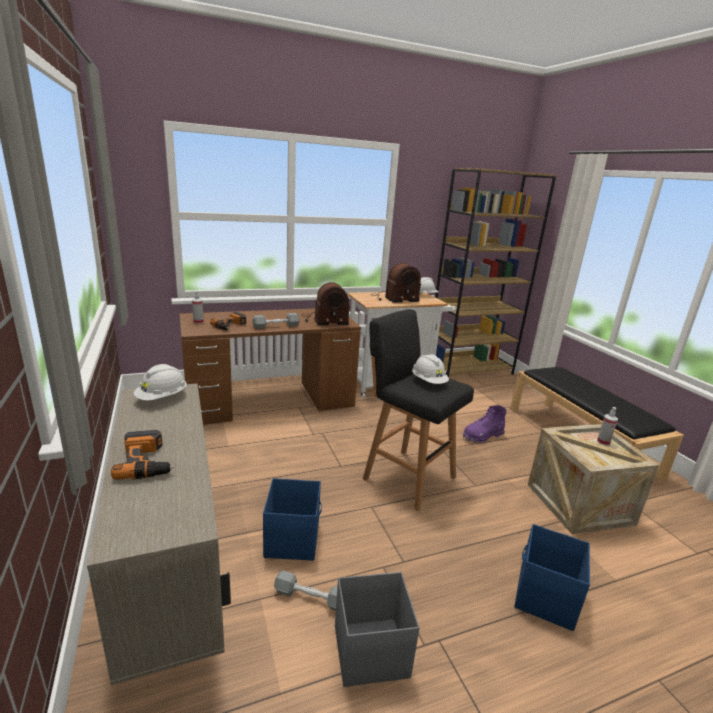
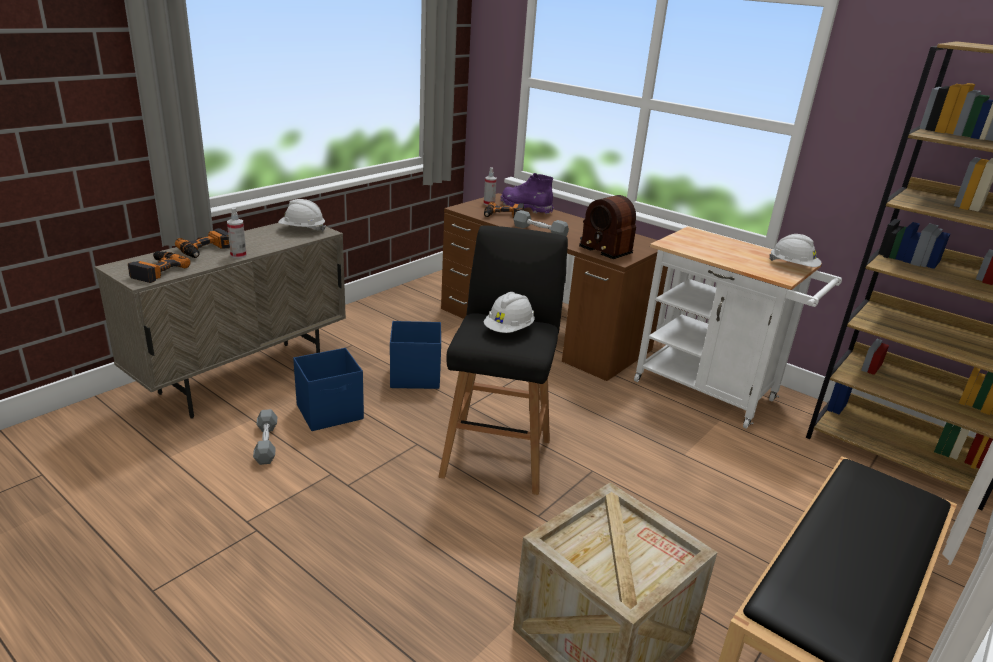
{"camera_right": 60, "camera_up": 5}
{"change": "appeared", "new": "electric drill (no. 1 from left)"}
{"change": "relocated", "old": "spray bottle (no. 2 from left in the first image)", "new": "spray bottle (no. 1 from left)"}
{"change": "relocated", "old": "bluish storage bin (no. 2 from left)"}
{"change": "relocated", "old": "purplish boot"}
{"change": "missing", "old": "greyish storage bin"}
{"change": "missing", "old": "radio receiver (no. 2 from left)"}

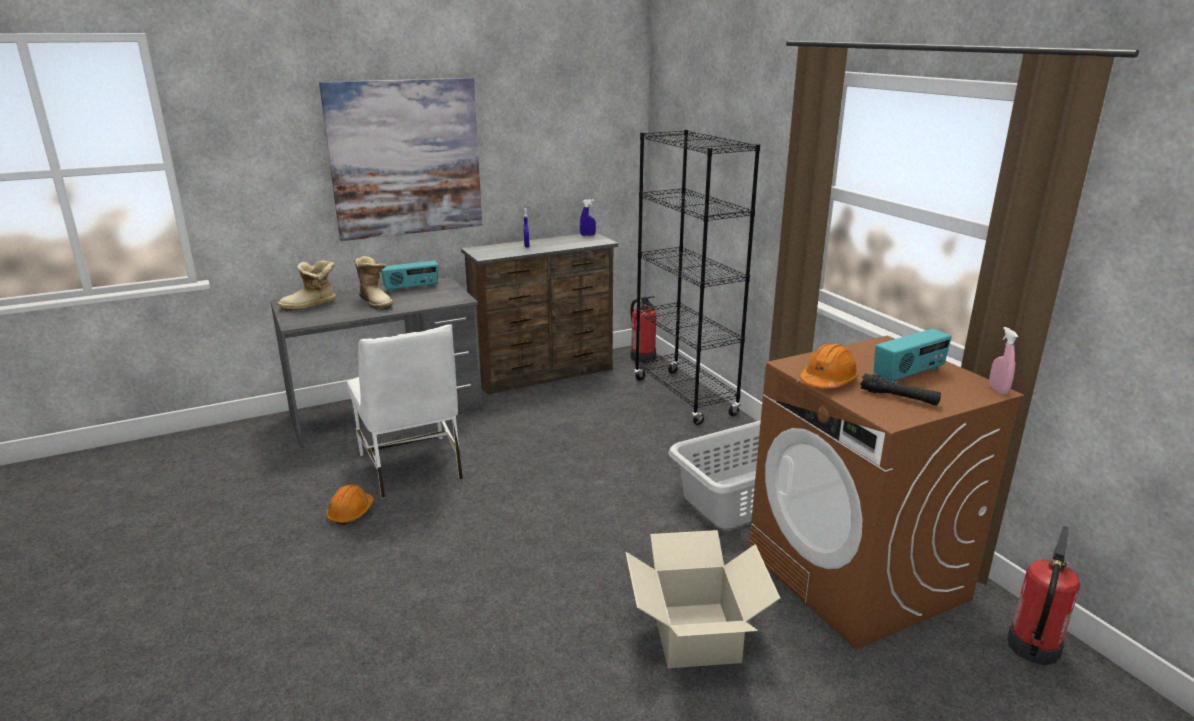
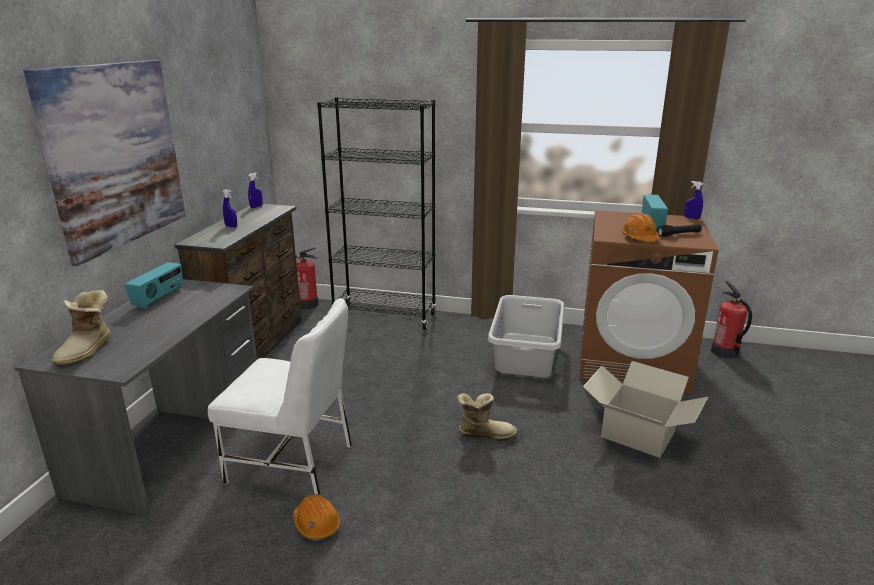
{"camera_right": -50, "camera_up": 0}
{"change": "relocated", "old": "boot (no. 2 from left)"}
{"change": "colour", "old": "pink-coloured spray bottle", "new": "bluish spray bottle (no. 3 from left)"}

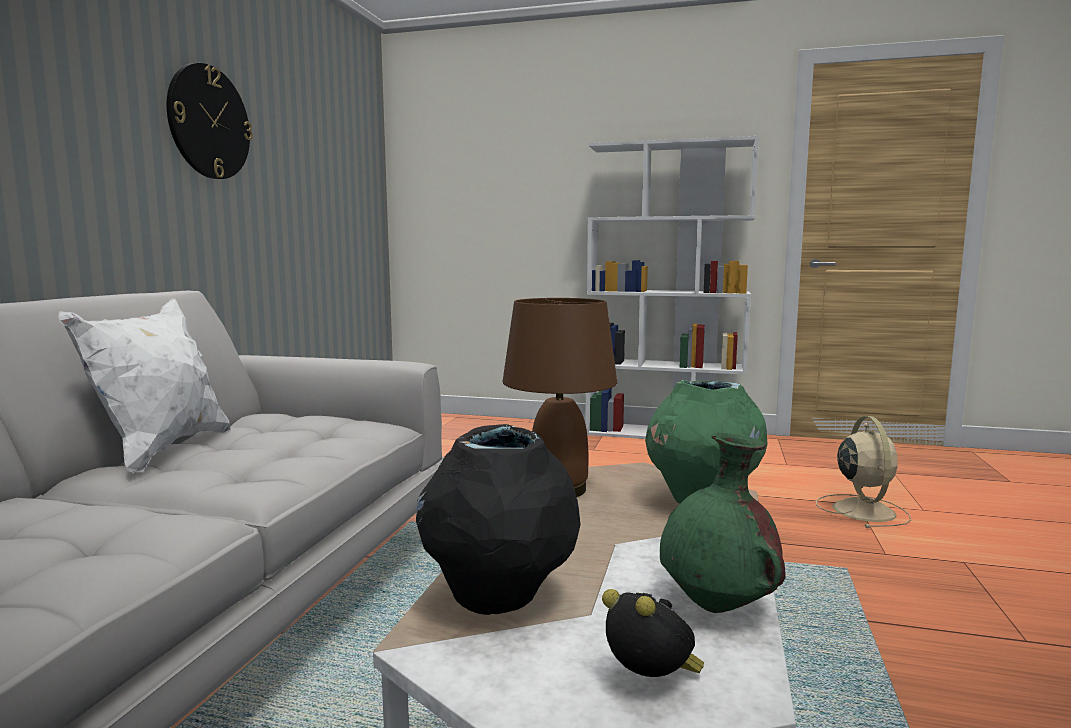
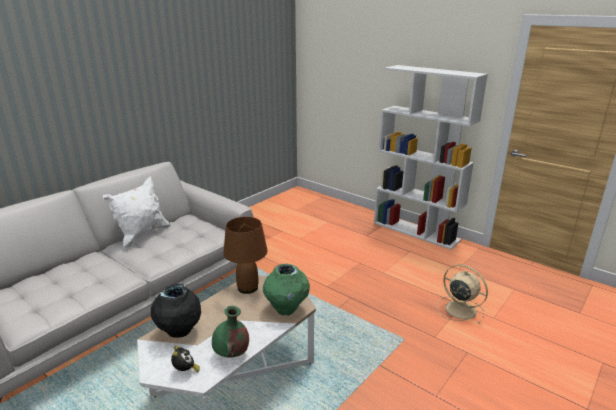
{"camera_right": 25, "camera_up": 15}
{"change": "spun", "old": "beige electric fan", "degrees": -75}
{"change": "missing", "old": "hanging clock"}

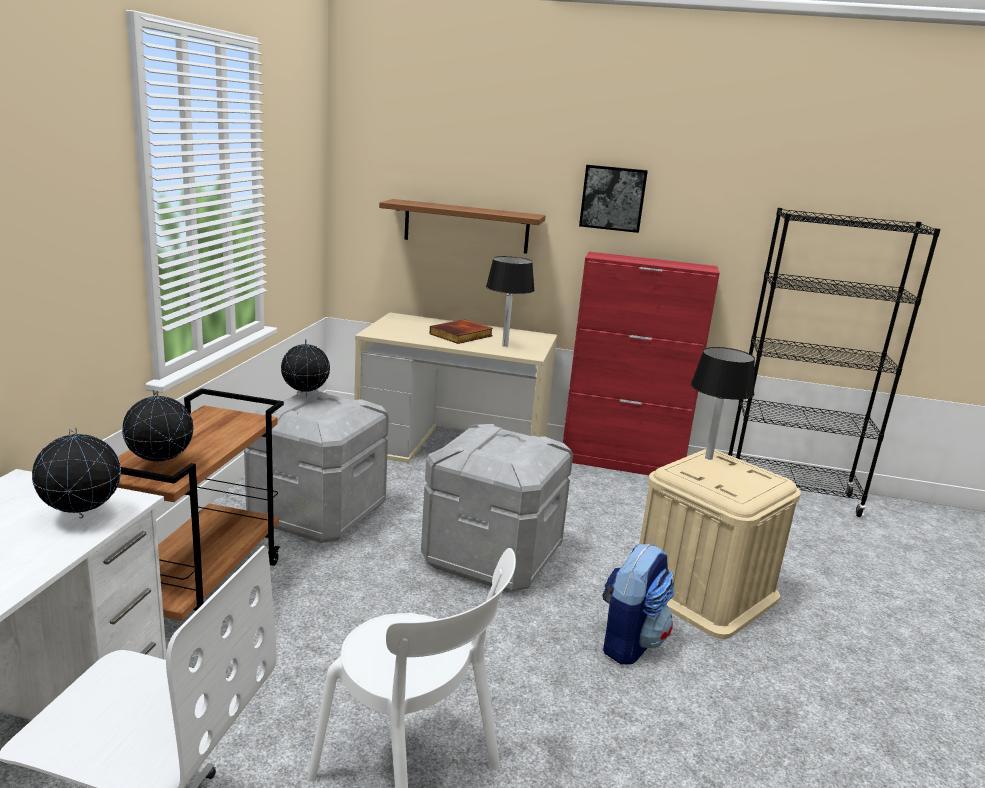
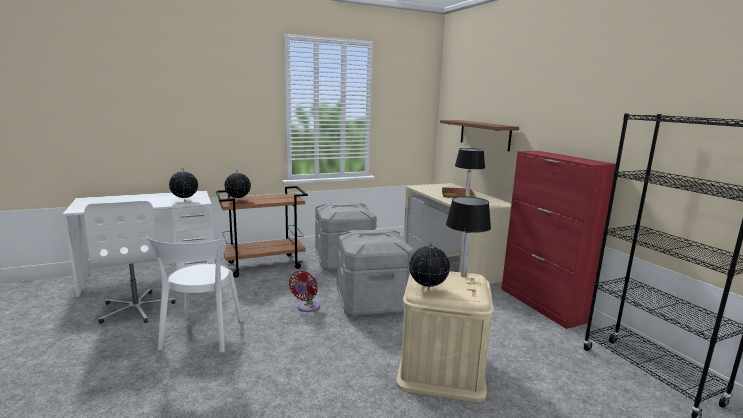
{"camera_right": 55, "camera_up": -5}
{"change": "appeared", "new": "red electric fan"}
{"change": "relocated", "old": "world globe (no. 3 from left)"}
{"change": "missing", "old": "picture"}
{"change": "missing", "old": "backpack"}

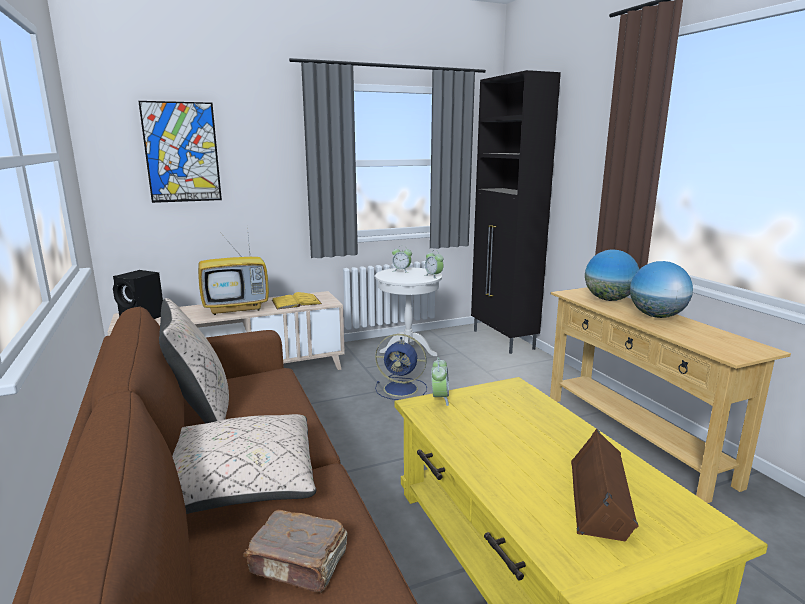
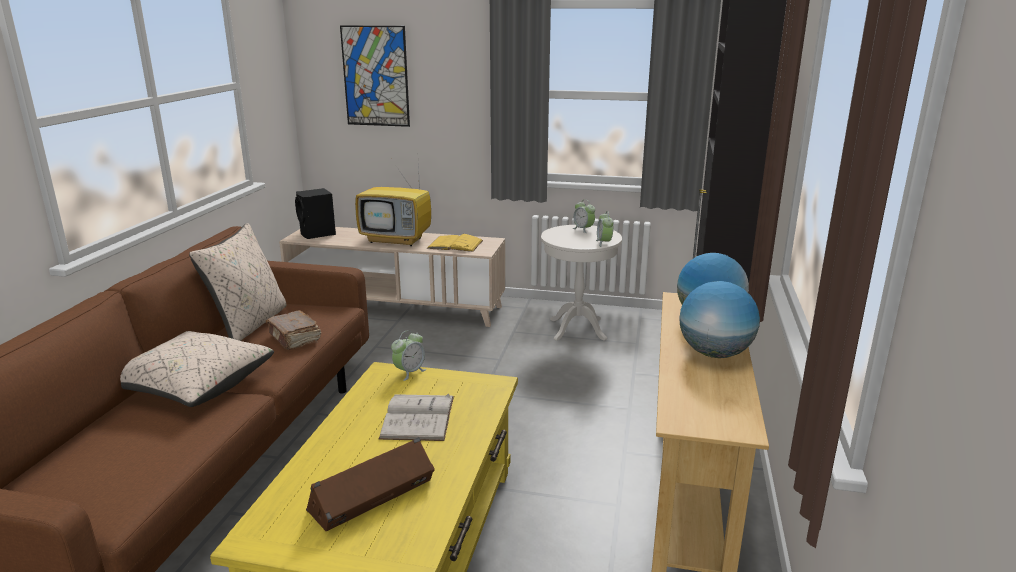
{"camera_right": 35, "camera_up": 5}
{"change": "relocated", "old": "brownish bound book"}
{"change": "appeared", "new": "white-coloured bound book"}
{"change": "missing", "old": "bluish electric fan"}

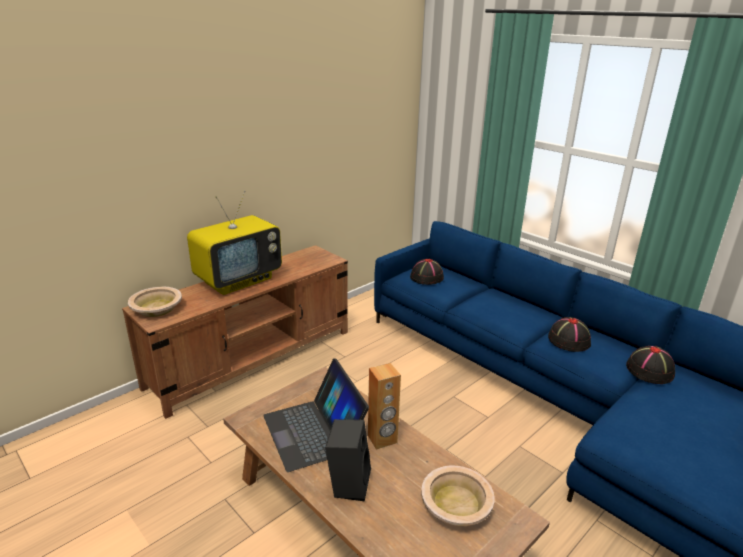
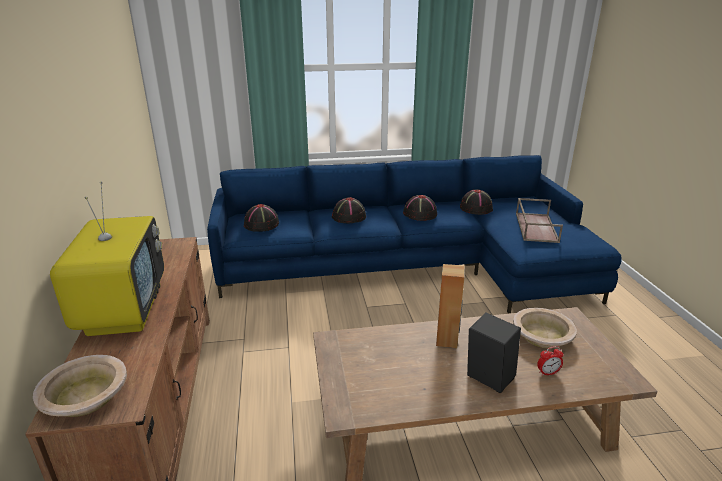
{"camera_right": -55, "camera_up": 0}
{"change": "appeared", "new": "black-coloured clothing hat (no. 2 from left)"}
{"change": "appeared", "new": "brownish carrying tray"}
{"change": "appeared", "new": "bedside clock"}
{"change": "missing", "old": "portable computer"}

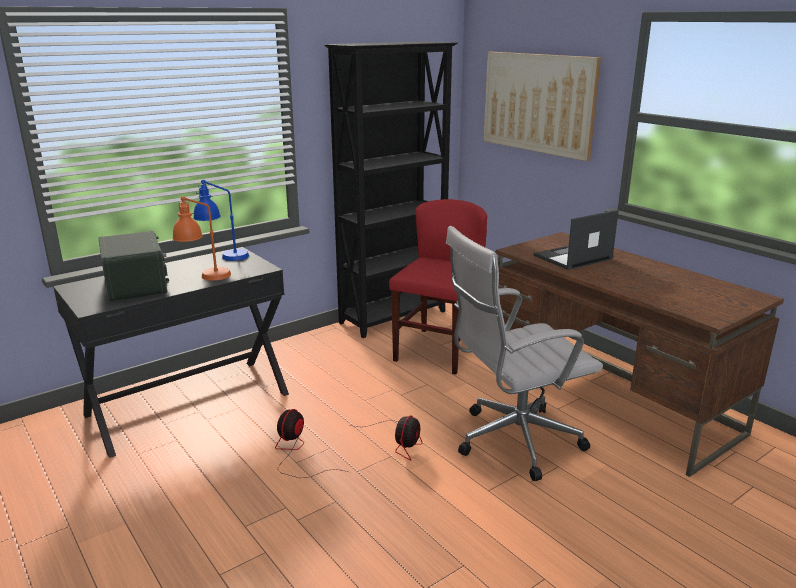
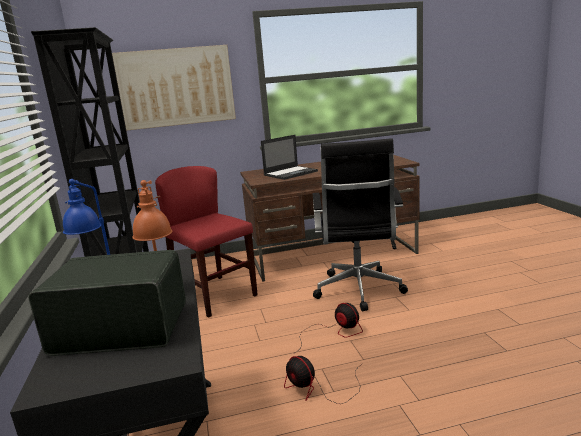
{"camera_right": -65, "camera_up": -5}
{"change": "spun", "old": "portable computer", "degrees": -120}
{"change": "colour", "old": "white-coloured office chair", "new": "black-coloured office chair"}

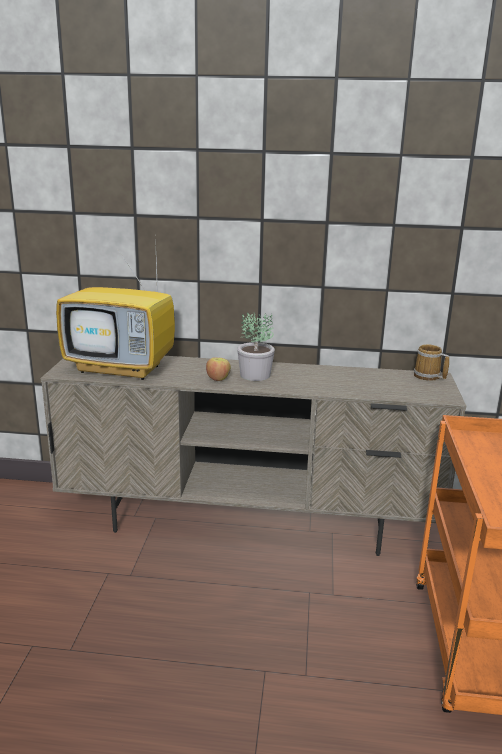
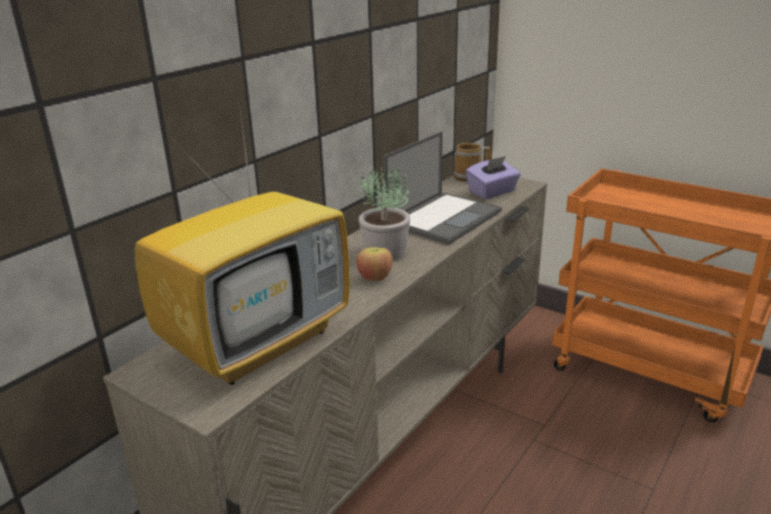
{"camera_right": -60, "camera_up": 5}
{"change": "appeared", "new": "portable computer"}
{"change": "appeared", "new": "purplish tissue box"}

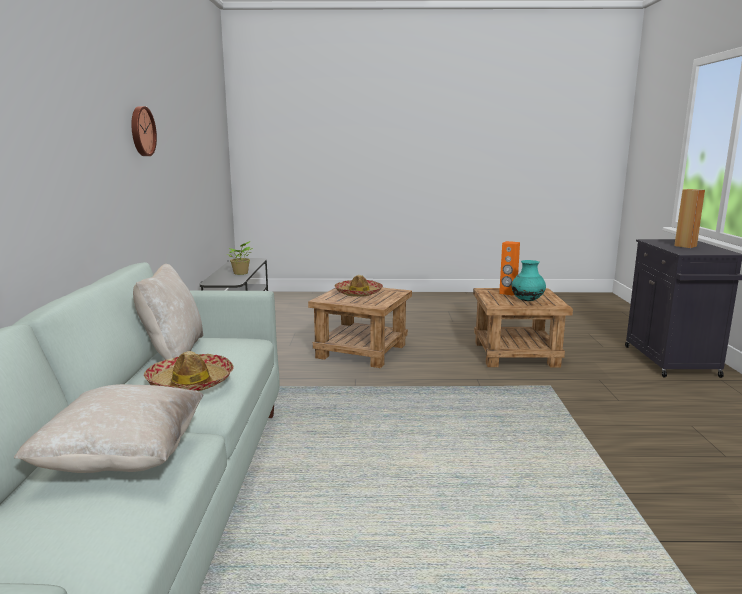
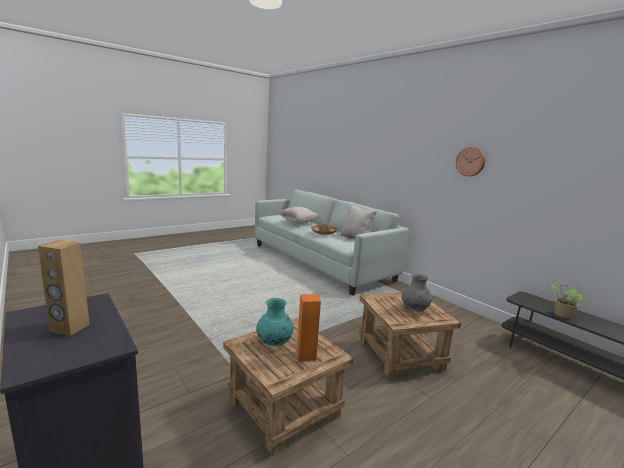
{"camera_right": 140, "camera_up": 0}
{"change": "exchanged", "old": "clothing hat (no. 2 from left)", "new": "greyish decorative vase"}

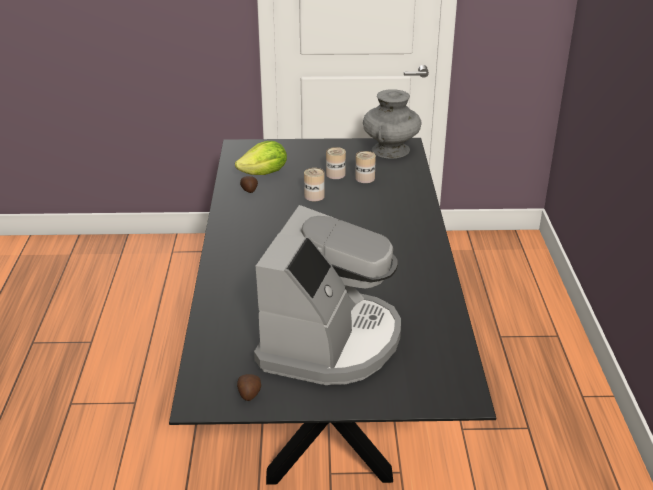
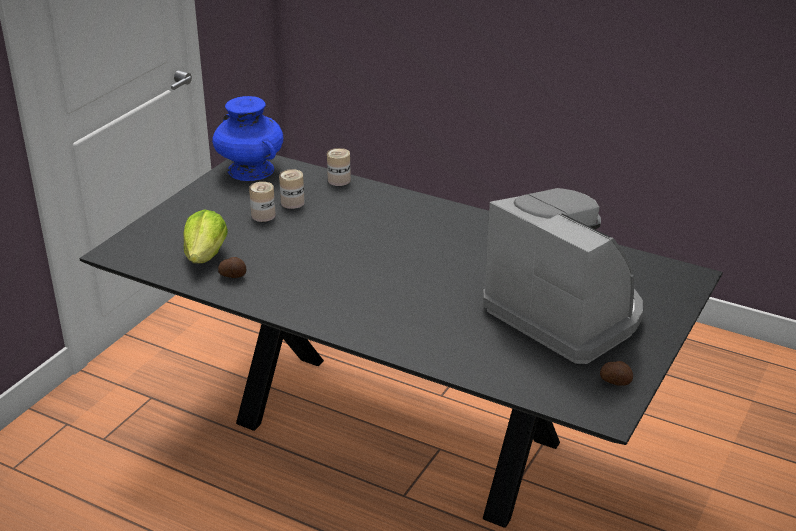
{"camera_right": -60, "camera_up": 0}
{"change": "colour", "old": "greyish decorative vase", "new": "bluish decorative vase"}
{"change": "relocated", "old": "sealed can (no. 1 from left in the first image)", "new": "sealed can (no. 3 from left)"}

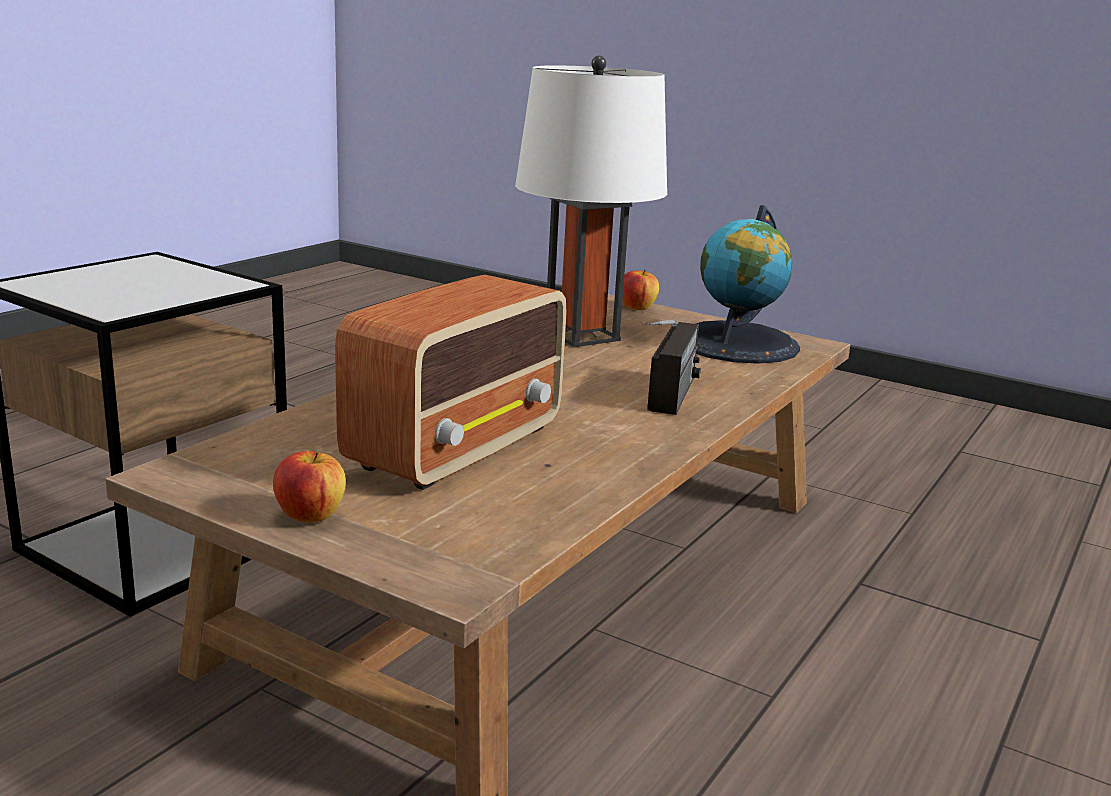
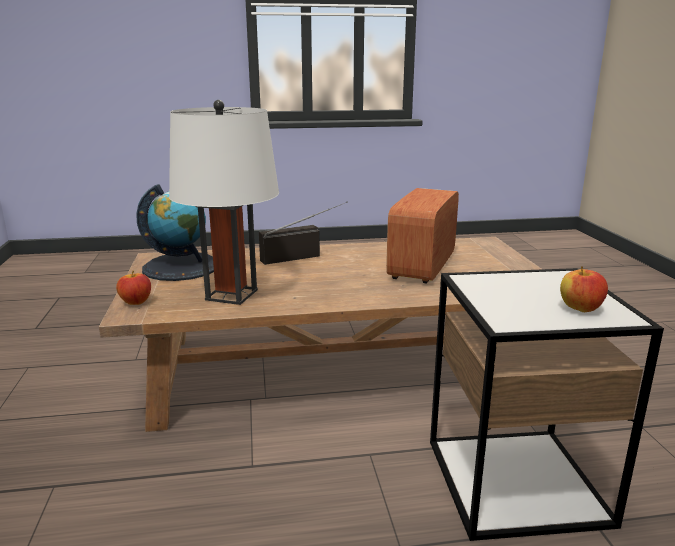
{"camera_right": -130, "camera_up": 0}
{"change": "spun", "old": "radio receiver (no. 1 from left in the first image)", "degrees": -60}
{"change": "relocated", "old": "apple (no. 1 from left in the first image)", "new": "apple (no. 2 from left)"}

